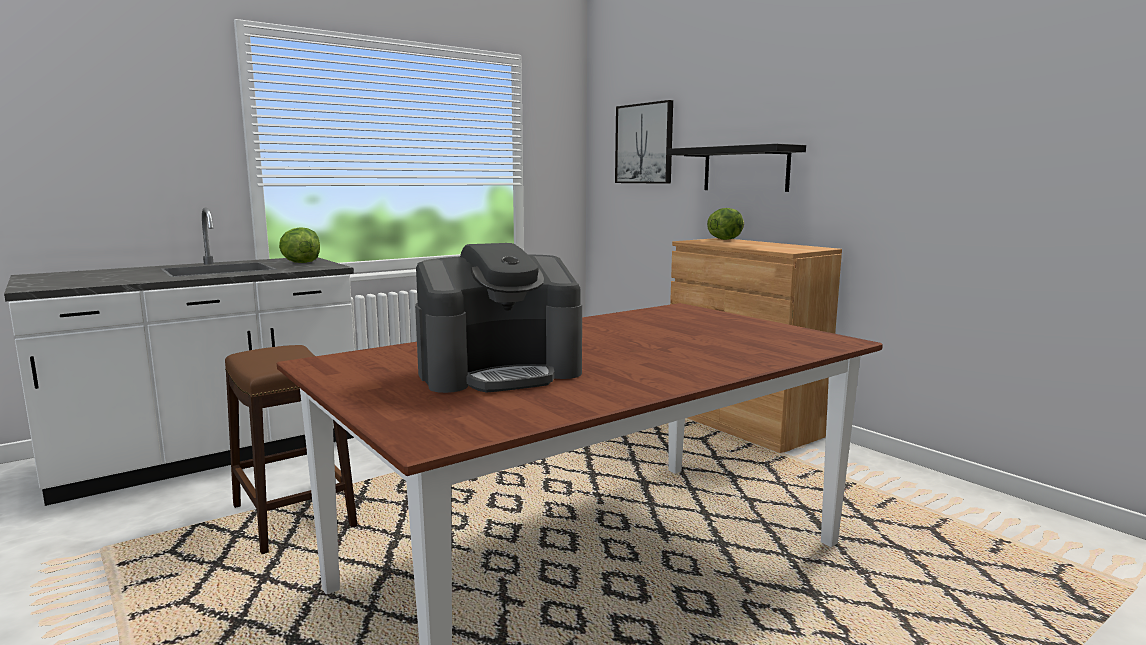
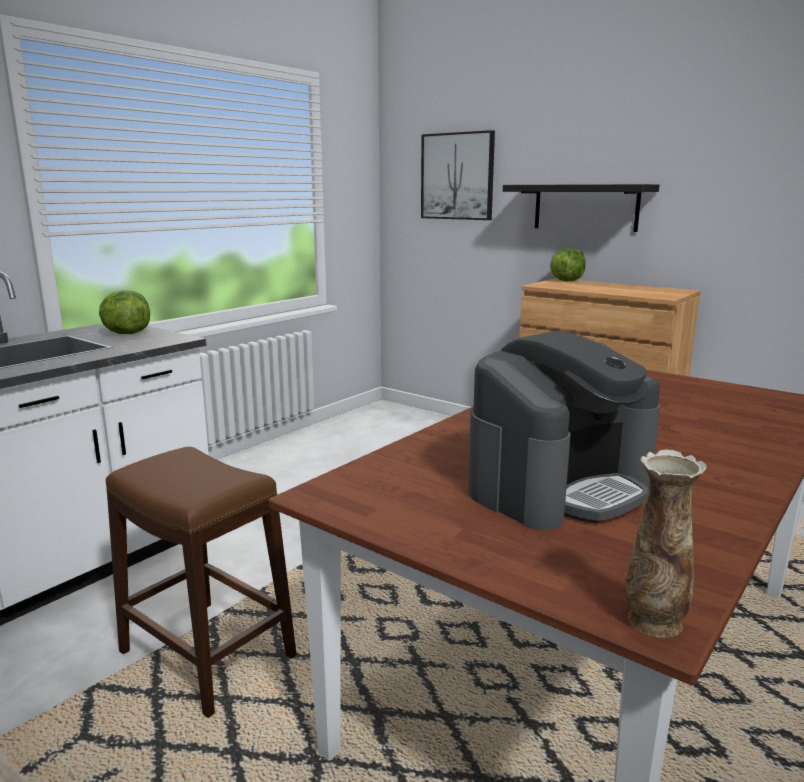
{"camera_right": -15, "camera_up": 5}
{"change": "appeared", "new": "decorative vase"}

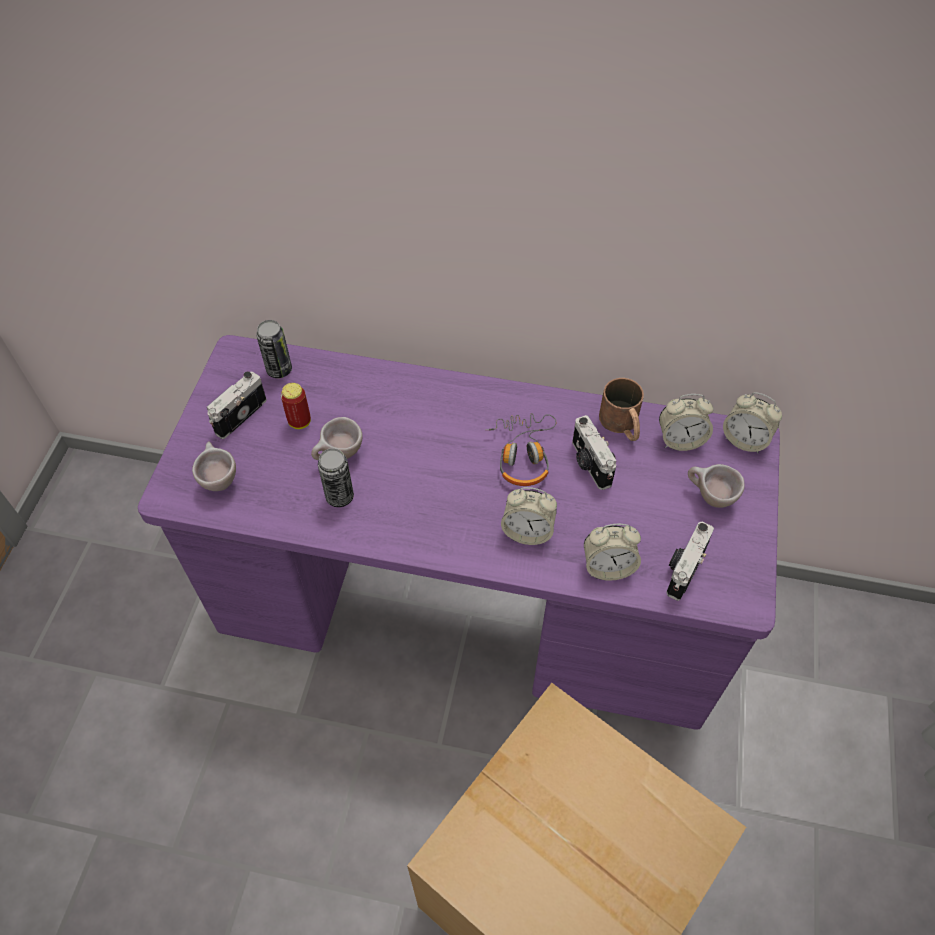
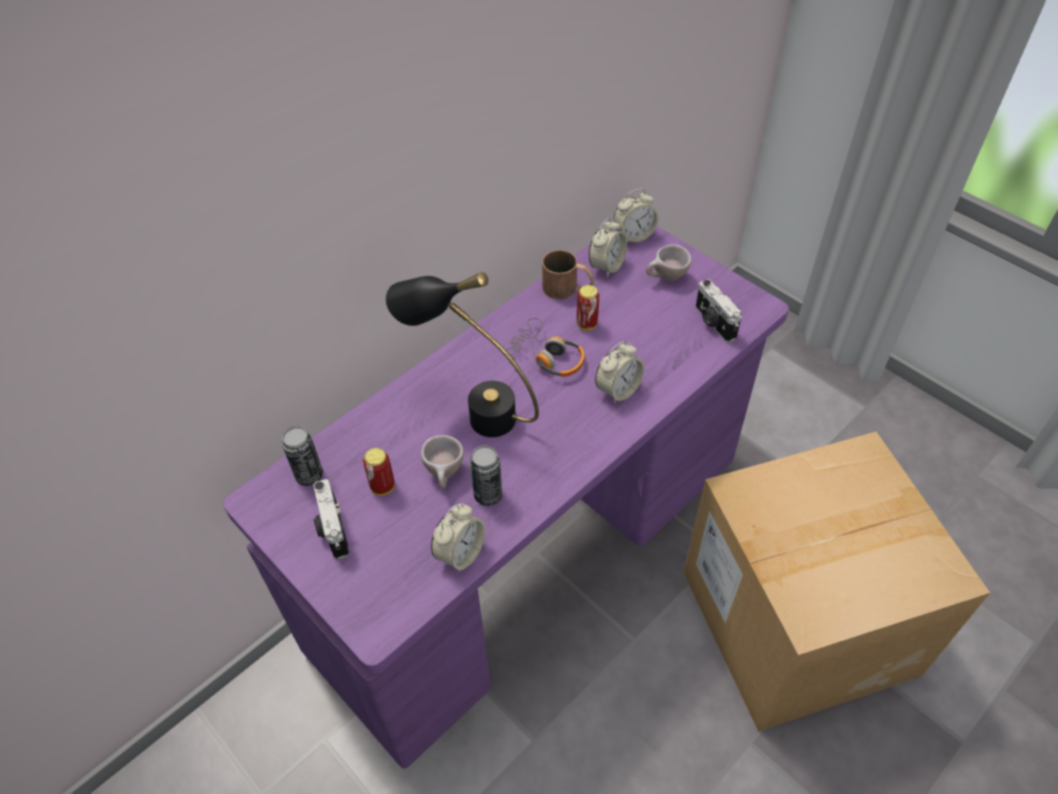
{"camera_right": -55, "camera_up": -5}
{"change": "appeared", "new": "black-coloured tabletop lamp"}
{"change": "relocated", "old": "bedside clock (no. 2 from left in the first image)", "new": "bedside clock (no. 1 from left)"}
{"change": "exchanged", "old": "photo camera (no. 2 from left)", "new": "sealed can (no. 4 from left)"}
{"change": "missing", "old": "beige drinking cup (no. 1 from left)"}

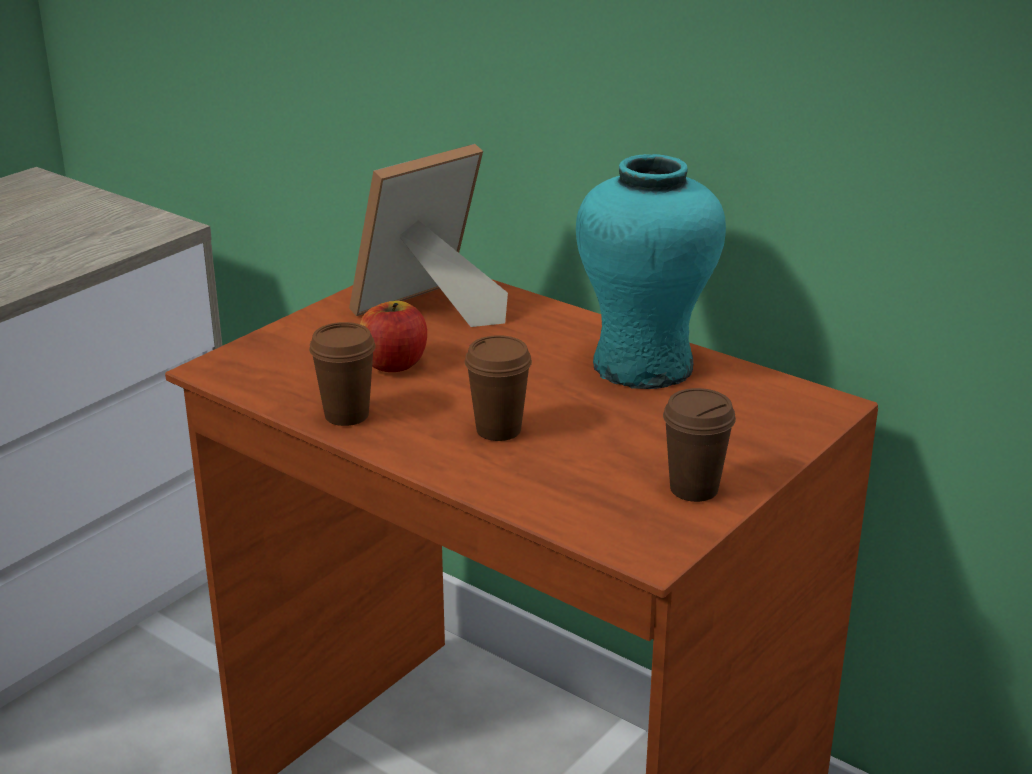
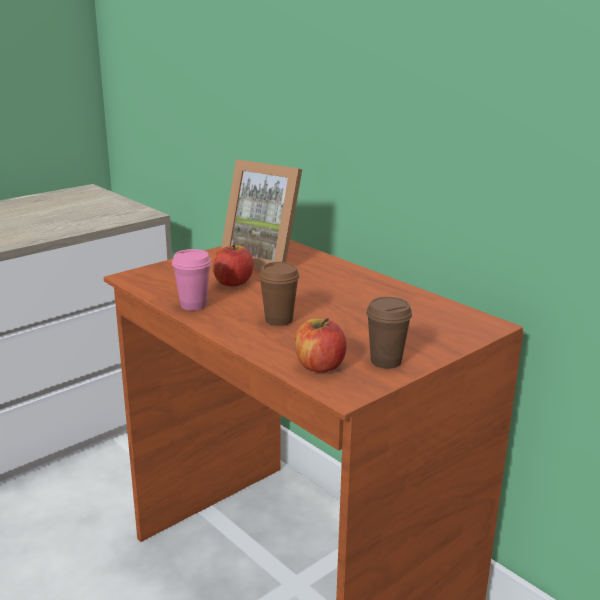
{"camera_right": 10, "camera_up": -5}
{"change": "colour", "old": "brownish drinking cup (no. 1 from left)", "new": "pink-coloured drinking cup"}
{"change": "spun", "old": "standing frame", "degrees": -120}
{"change": "appeared", "new": "apple (no. 2 from left)"}
{"change": "missing", "old": "turquoise decorative vase"}

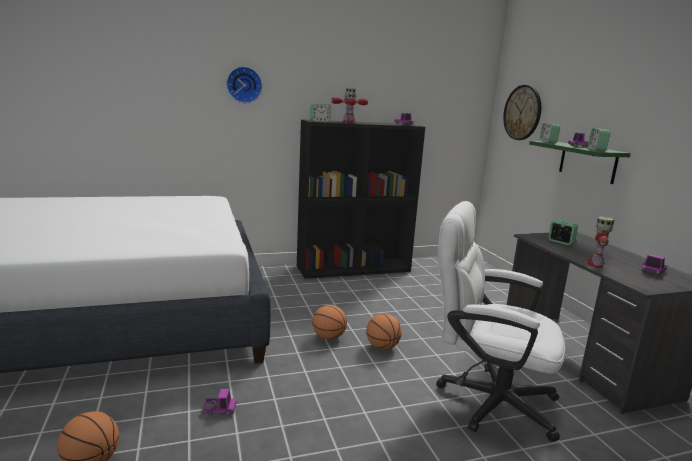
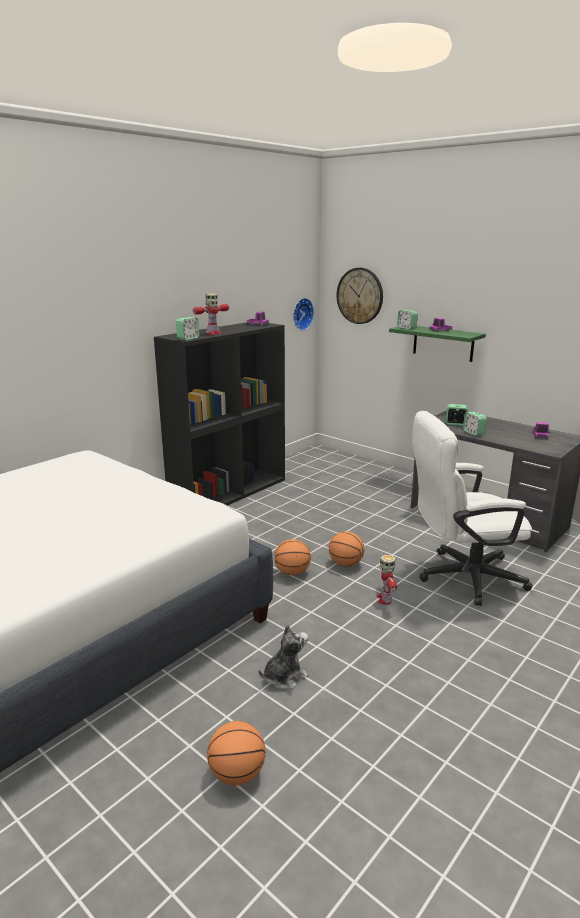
{"camera_right": -30, "camera_up": 5}
{"change": "exchanged", "old": "toy truck (no. 1 from left)", "new": "cuddly toy"}
{"change": "relocated", "old": "hanging clock (no. 1 from left)"}
{"change": "relocated", "old": "robot figure (no. 2 from left)"}
{"change": "relocated", "old": "bedside clock (no. 4 from left)"}

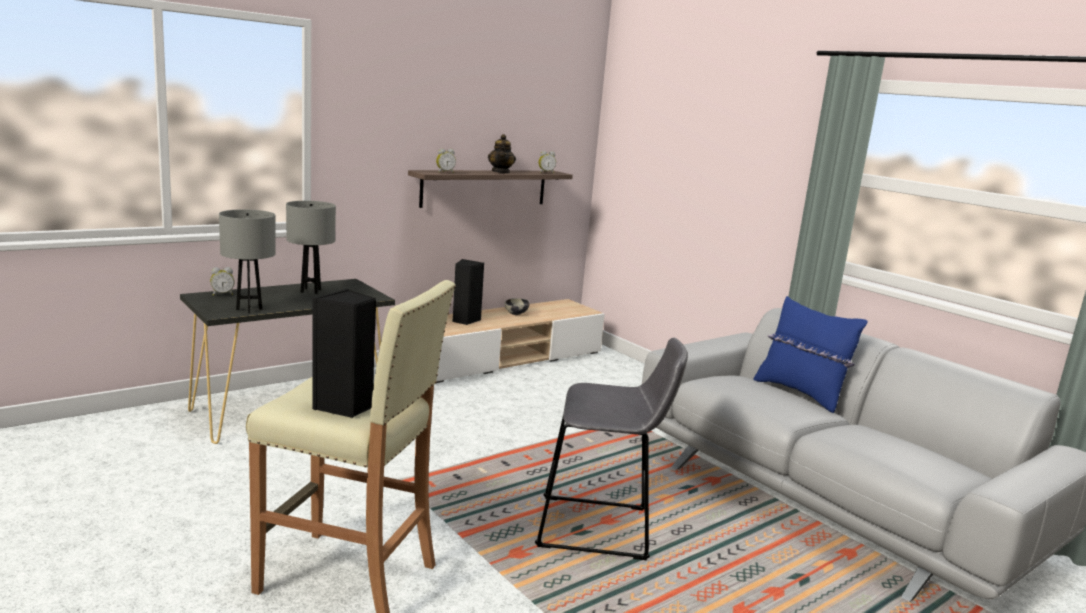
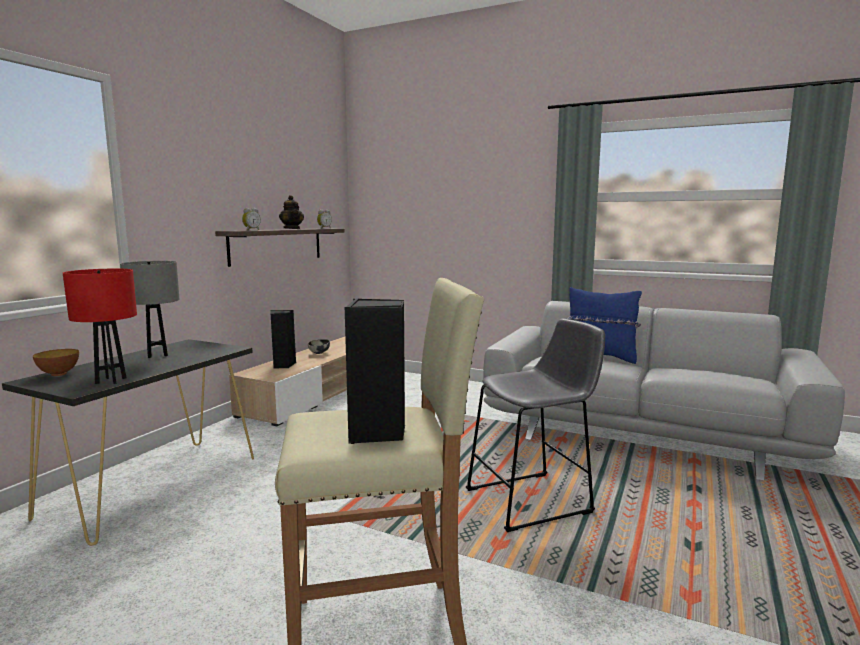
{"camera_right": -25, "camera_up": -5}
{"change": "exchanged", "old": "bedside clock (no. 1 from left)", "new": "bowl (no. 1 from left)"}
{"change": "colour", "old": "greyish tabletop lamp (no. 1 from left)", "new": "red tabletop lamp"}

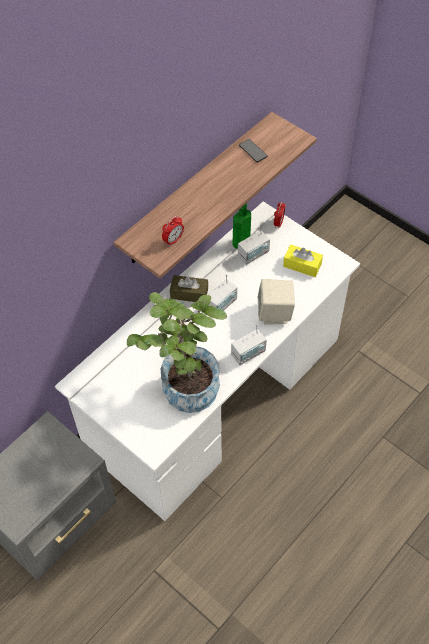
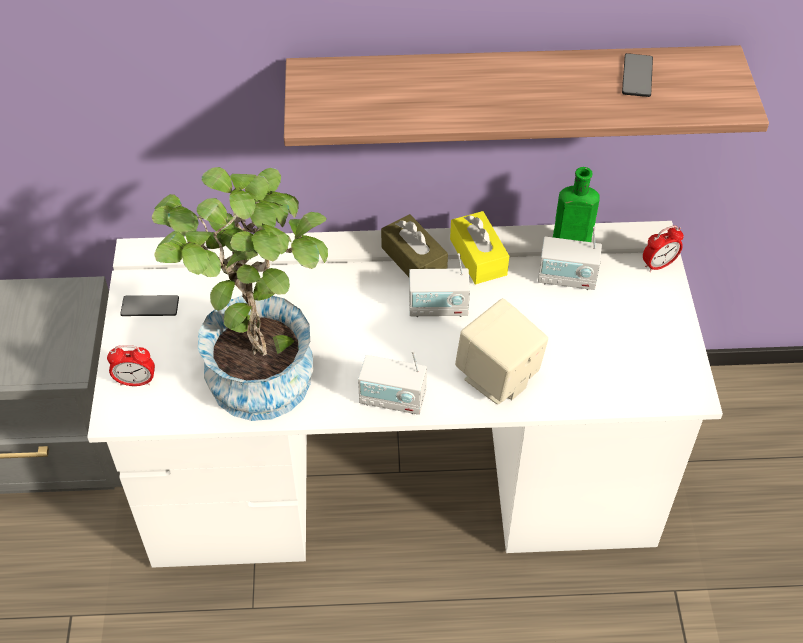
{"camera_right": 45, "camera_up": -5}
{"change": "relocated", "old": "bedside clock (no. 1 from left)"}
{"change": "appeared", "new": "phone (no. 1 from left)"}
{"change": "relocated", "old": "yellow-coloured tissue box"}

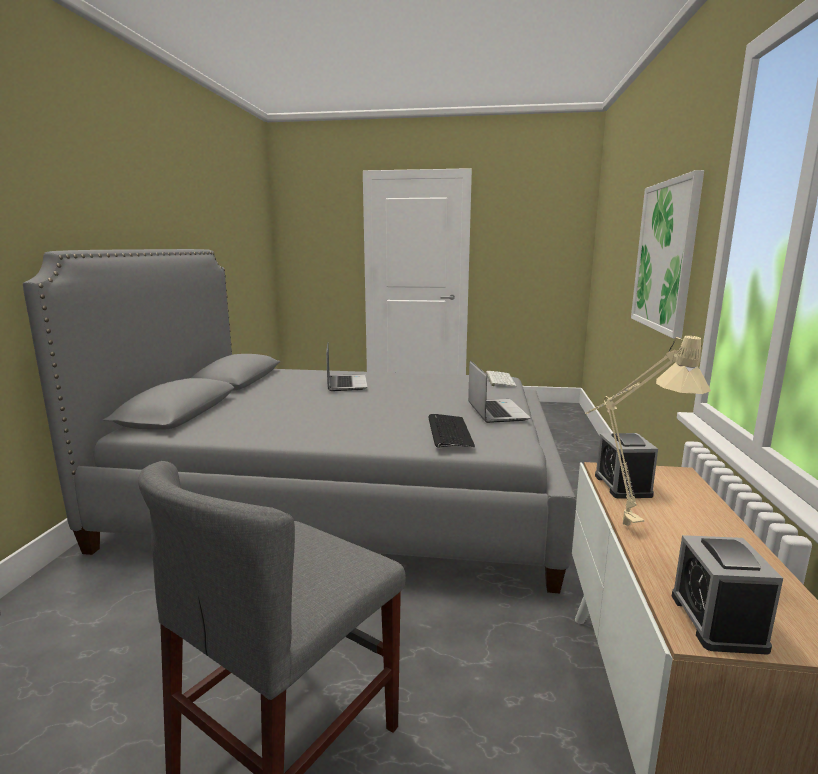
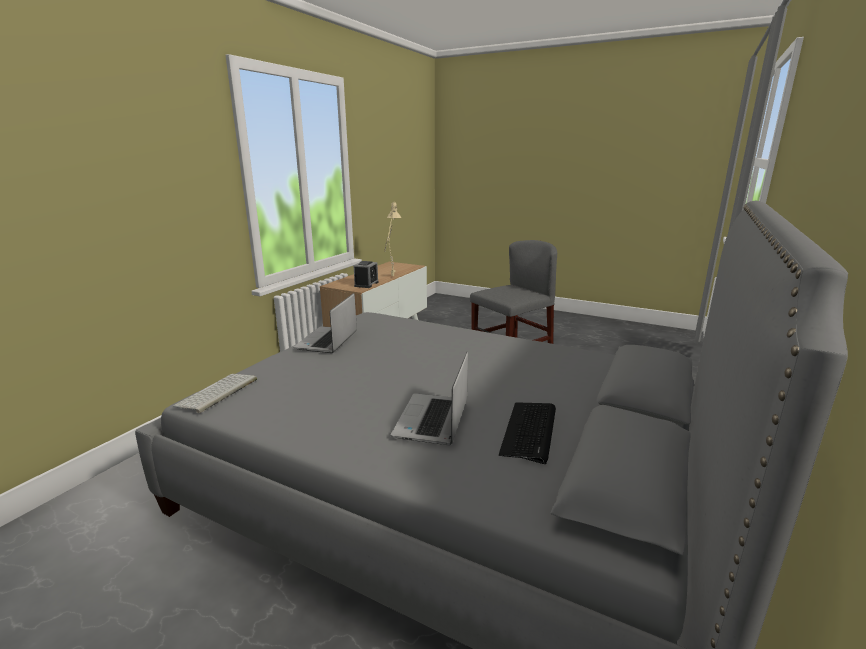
{"camera_right": -160, "camera_up": 5}
{"change": "relocated", "old": "keyboard (no. 1 from left in the first image)", "new": "keyboard (no. 2 from left)"}
{"change": "missing", "old": "picture"}
{"change": "missing", "old": "bedside clock (no. 2 from left)"}

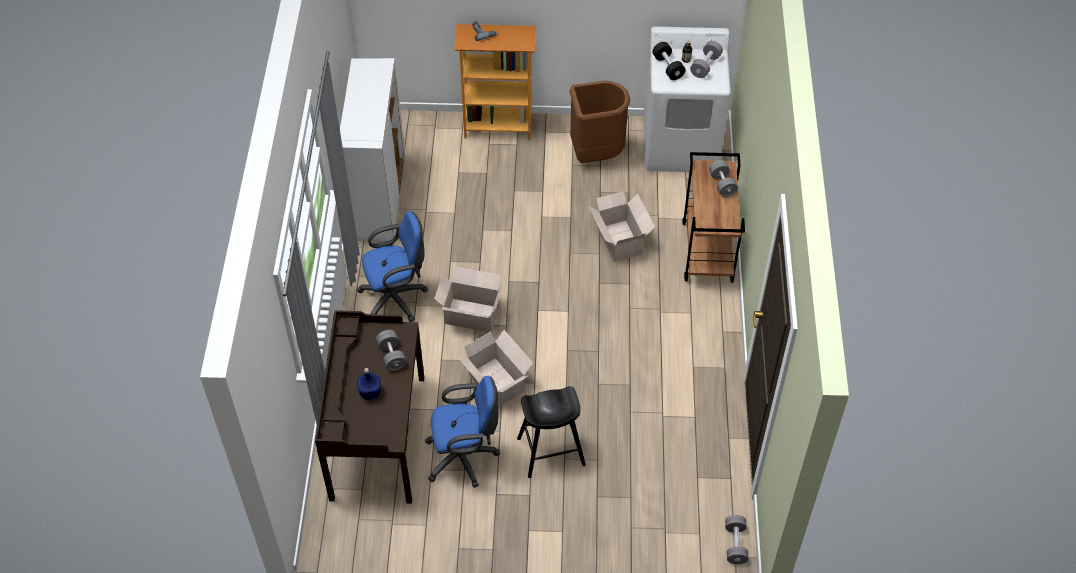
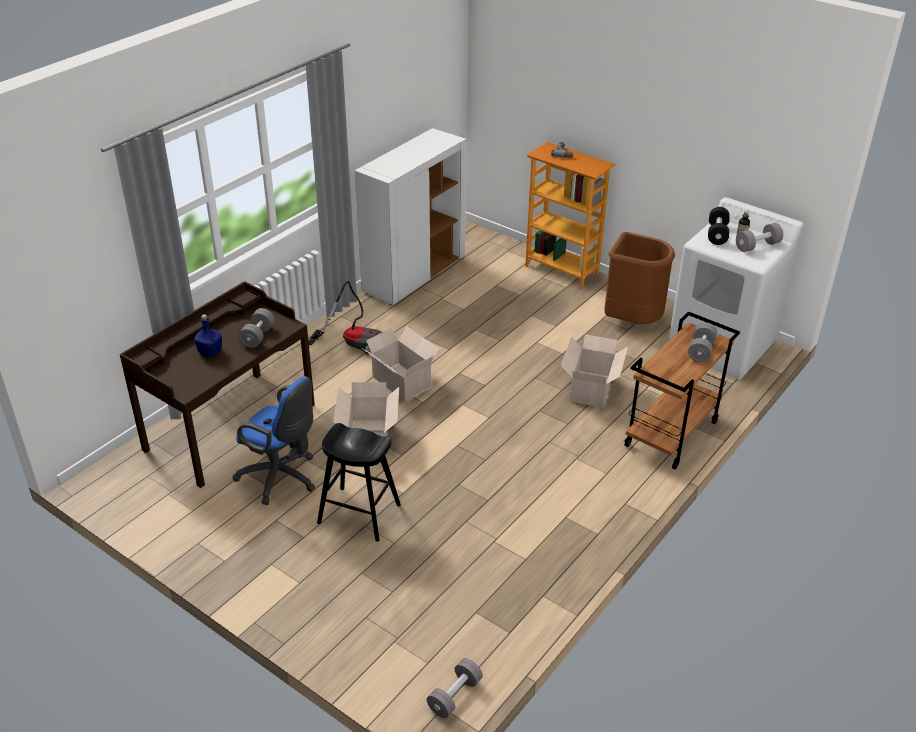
{"camera_right": 35, "camera_up": -15}
{"change": "exchanged", "old": "bluish office chair (no. 1 from left)", "new": "vacuum"}

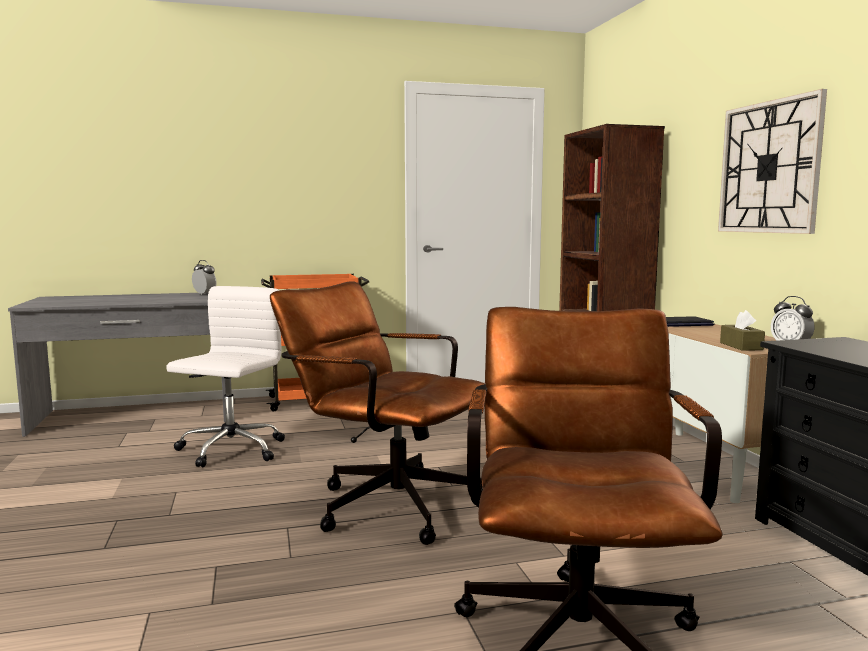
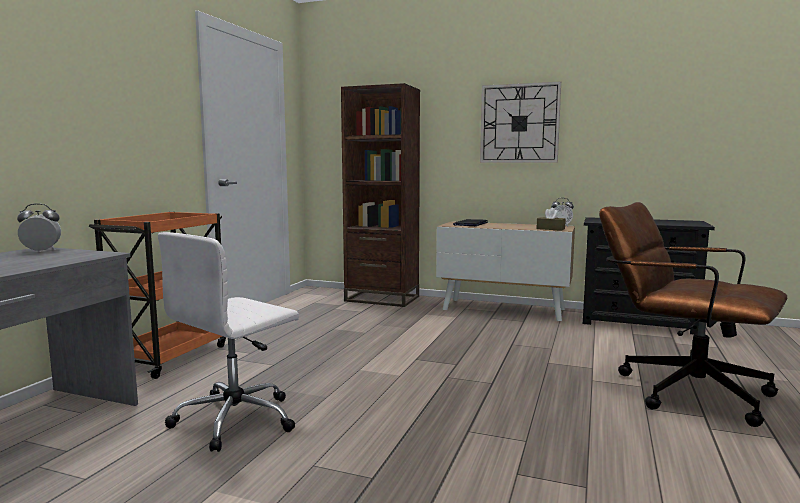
{"camera_right": -55, "camera_up": 0}
{"change": "spun", "old": "white-coloured office chair", "degrees": -105}
{"change": "missing", "old": "brownish office chair (no. 1 from left)"}

